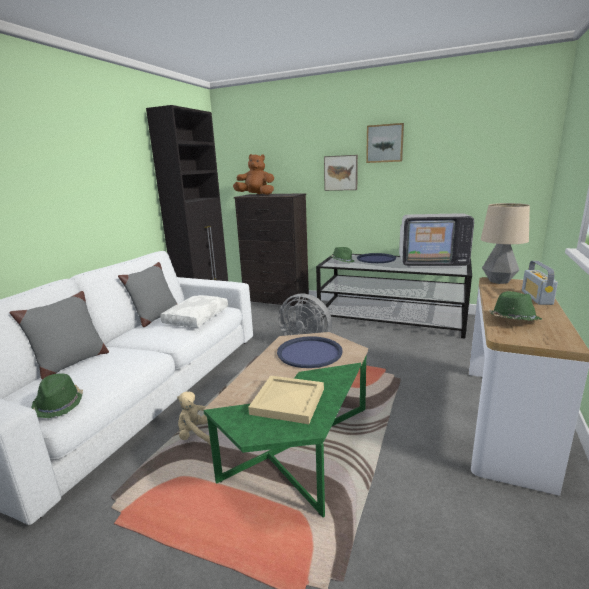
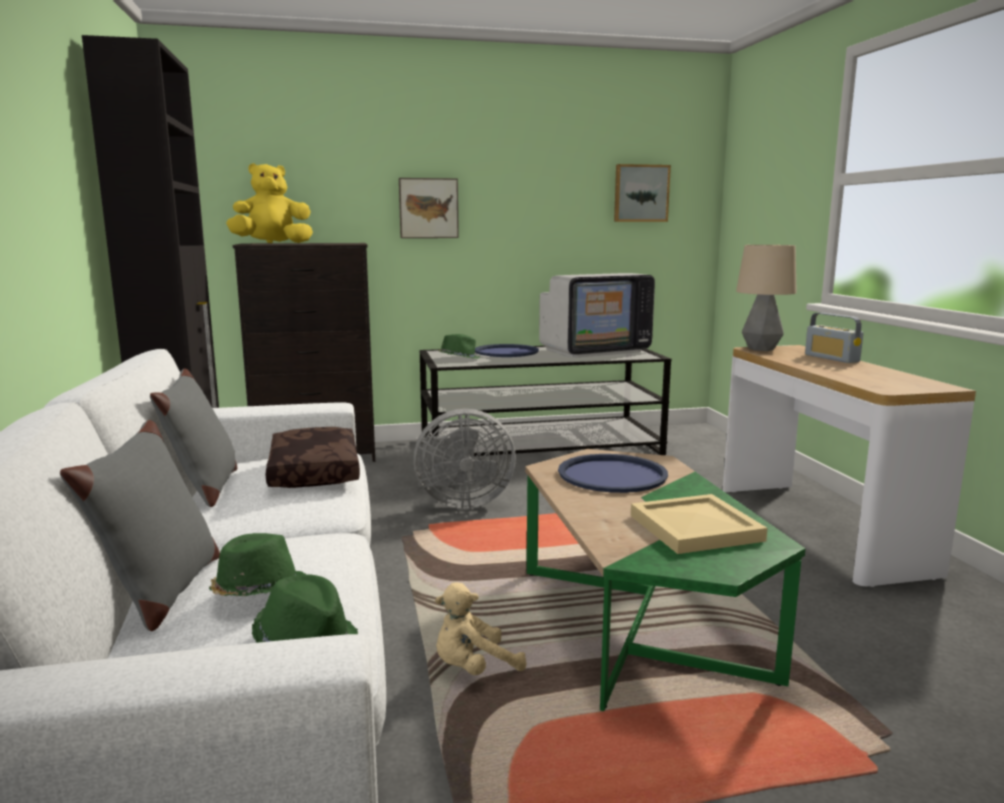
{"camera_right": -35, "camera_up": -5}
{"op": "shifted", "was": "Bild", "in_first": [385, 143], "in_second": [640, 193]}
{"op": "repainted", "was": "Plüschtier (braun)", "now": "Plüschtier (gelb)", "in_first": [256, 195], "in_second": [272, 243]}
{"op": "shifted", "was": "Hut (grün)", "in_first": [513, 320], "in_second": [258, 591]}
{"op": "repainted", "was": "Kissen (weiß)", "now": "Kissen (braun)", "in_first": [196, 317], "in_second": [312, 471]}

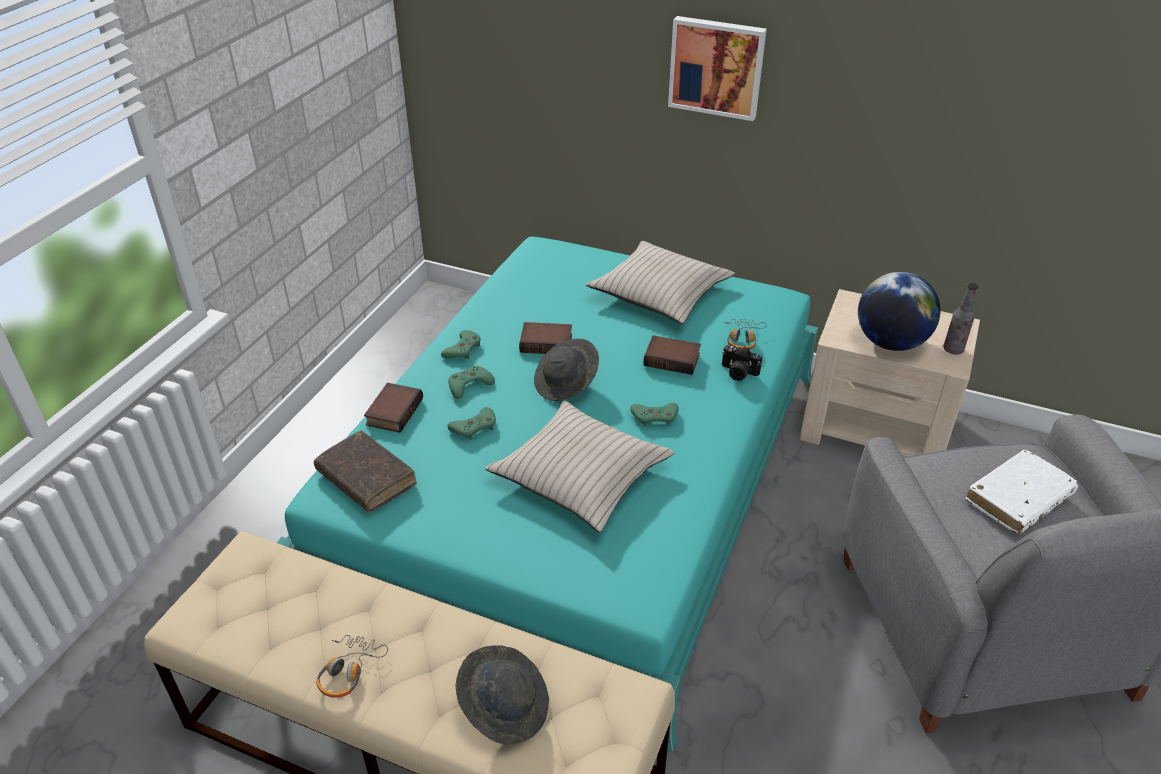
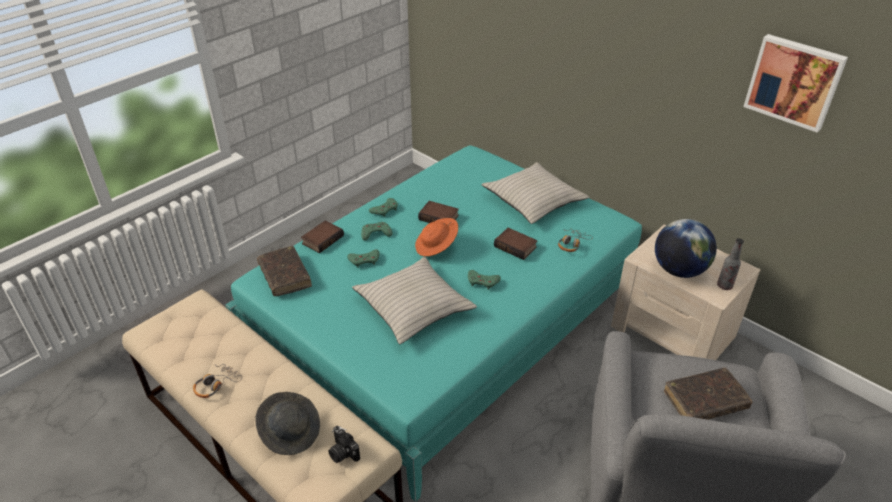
{"camera_right": 20, "camera_up": 0}
{"op": "shifted", "was": "Bild", "in_first": [717, 67], "in_second": [794, 81]}
{"op": "repainted", "was": "Hut (grau)", "now": "Hut (orange)", "in_first": [566, 384], "in_second": [436, 246]}
{"op": "shifted", "was": "Kamera", "in_first": [738, 373], "in_second": [342, 453]}
{"op": "repainted", "was": "Buch (weiß)", "now": "Buch (braun)", "in_first": [1018, 499], "in_second": [705, 401]}

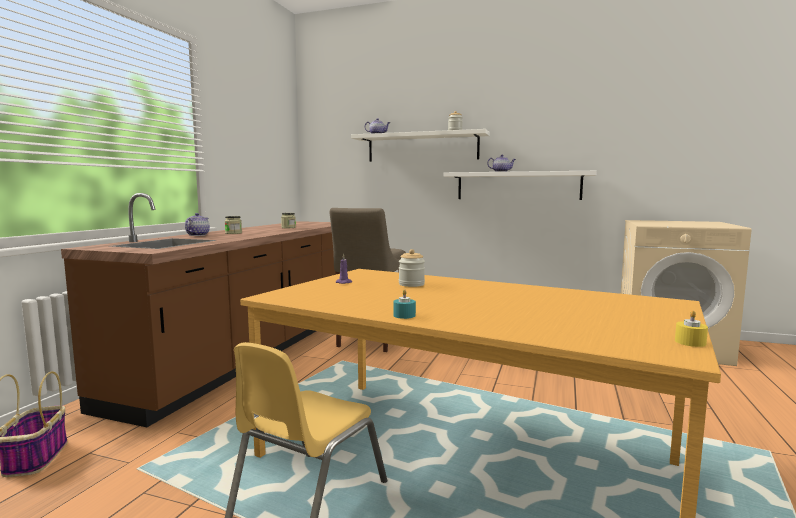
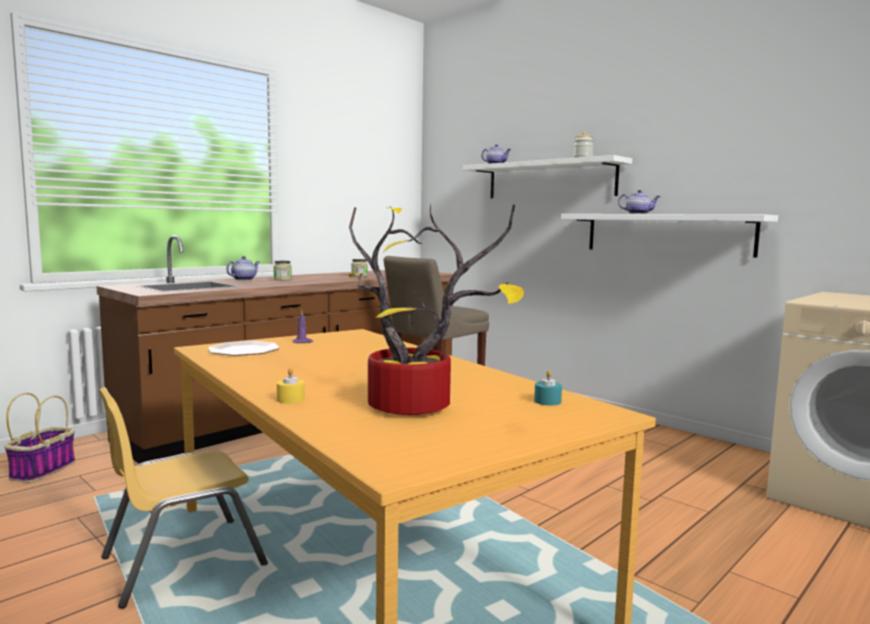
{"camera_right": 25, "camera_up": 0}
{"op": "gone", "was": "Vorratsglas", "in_first": [411, 284]}
{"op": "shifted", "was": "Kerze (türkis)", "in_first": [404, 315], "in_second": [547, 401]}
{"op": "shifted", "was": "Kerze (gelb)", "in_first": [690, 342], "in_second": [290, 399]}
{"op": "new", "now": "Topfpflanze", "in_second": [417, 406]}
{"op": "new", "now": "Teller", "in_second": [245, 350]}

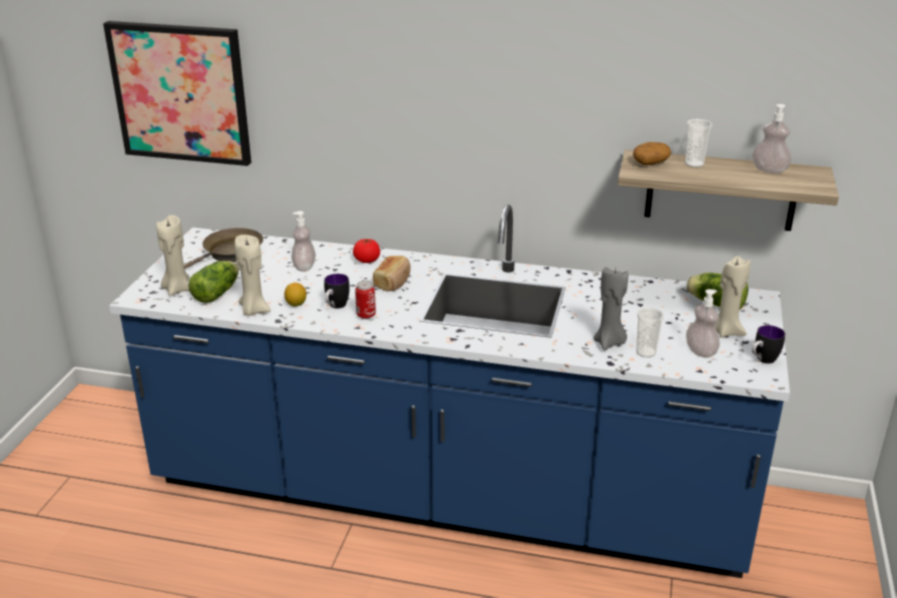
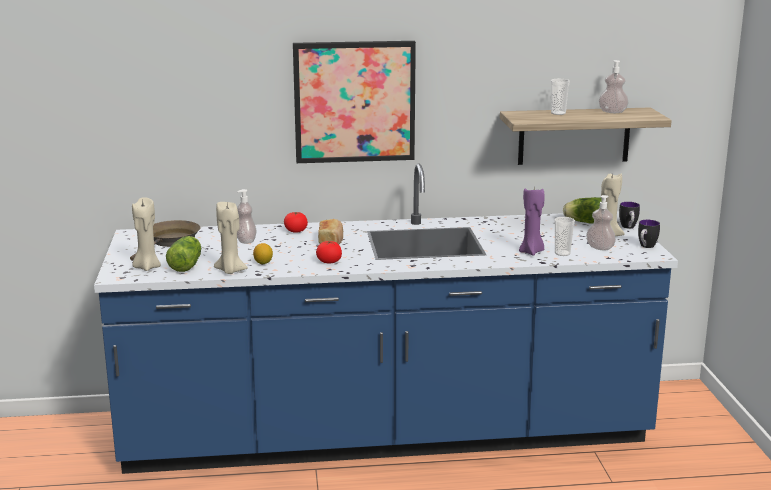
{"camera_right": -20, "camera_up": -10}
{"op": "shifted", "was": "Bild", "in_first": [181, 93], "in_second": [354, 101]}
{"op": "gone", "was": "Kartoffel", "in_first": [650, 163]}
{"op": "repainted", "was": "Kerze (grau)", "now": "Kerze (lila)", "in_first": [609, 343], "in_second": [532, 252]}
{"op": "shifted", "was": "Henkelbecher", "in_first": [335, 307], "in_second": [628, 227]}
{"op": "swapped", "was": "Dose", "now": "Tomate", "in_first": [366, 315], "in_second": [329, 261]}

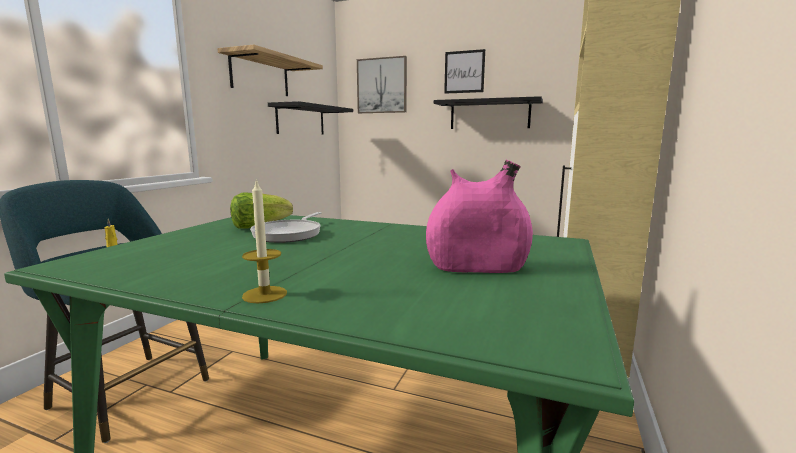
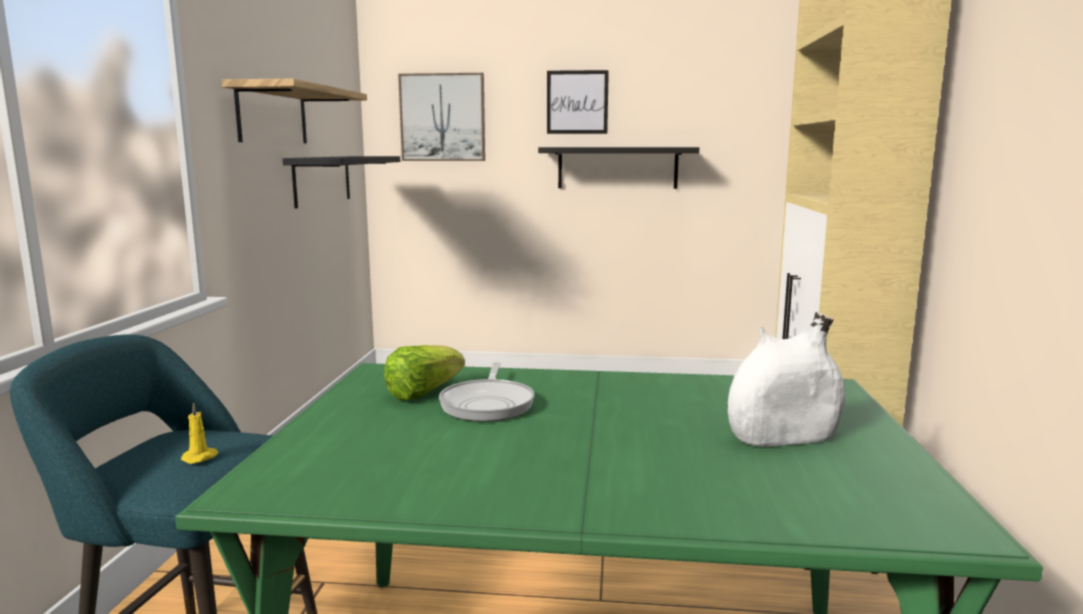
{"camera_right": -15, "camera_up": 0}
{"op": "repainted", "was": "Vase (rosa)", "now": "Vase (weiß)", "in_first": [477, 268], "in_second": [783, 437]}
{"op": "gone", "was": "Kerze", "in_first": [265, 294]}

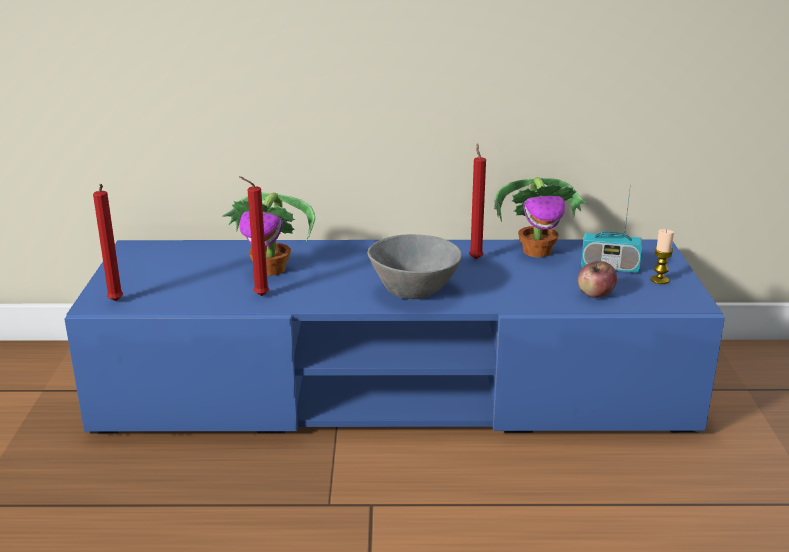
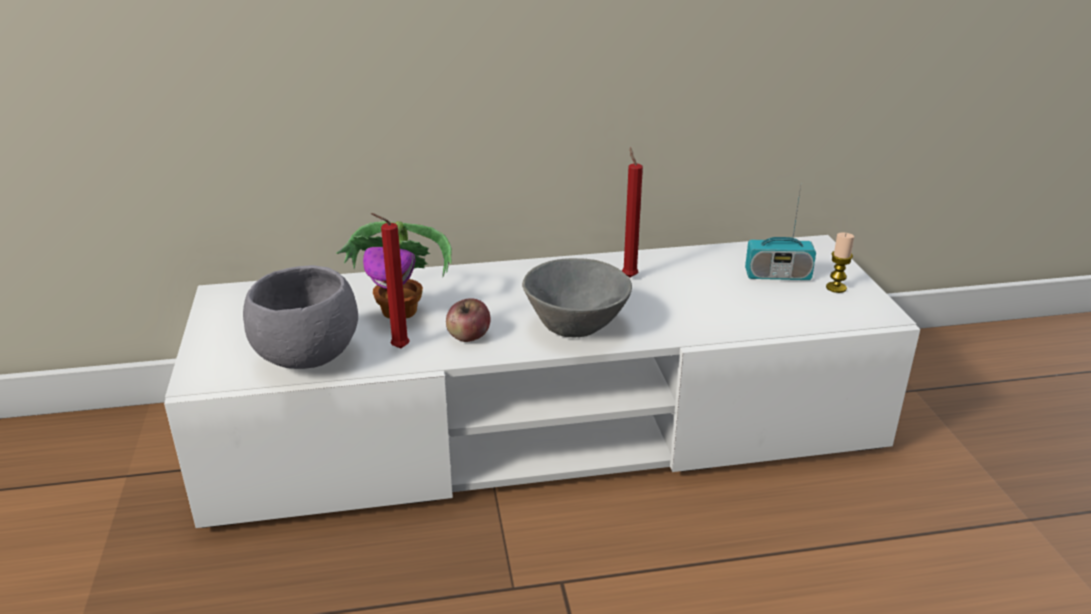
{"camera_right": -10, "camera_up": 5}
{"op": "gone", "was": "Topfpflanze", "in_first": [538, 251]}
{"op": "gone", "was": "Kerze (rot)", "in_first": [116, 302]}
{"op": "repainted", "was": "Fernsehschrank (blau)", "now": "Fernsehschrank (weiß)", "in_first": [394, 388], "in_second": [545, 429]}
{"op": "shifted", "was": "Apfel", "in_first": [595, 294], "in_second": [468, 337]}
{"op": "new", "now": "Schüssel (grau)", "in_second": [307, 357]}

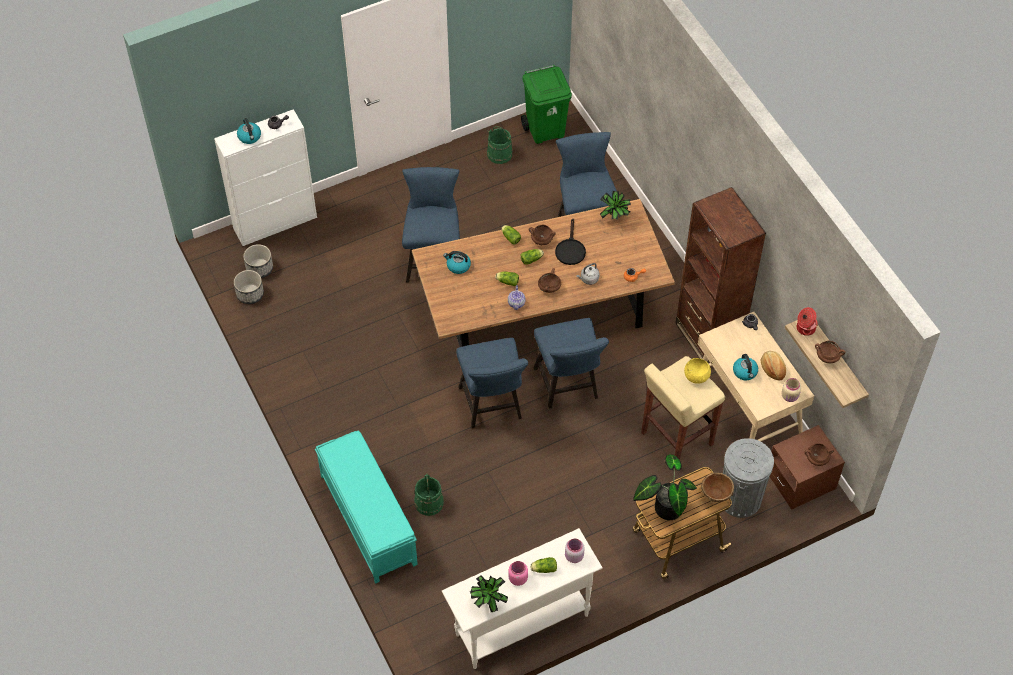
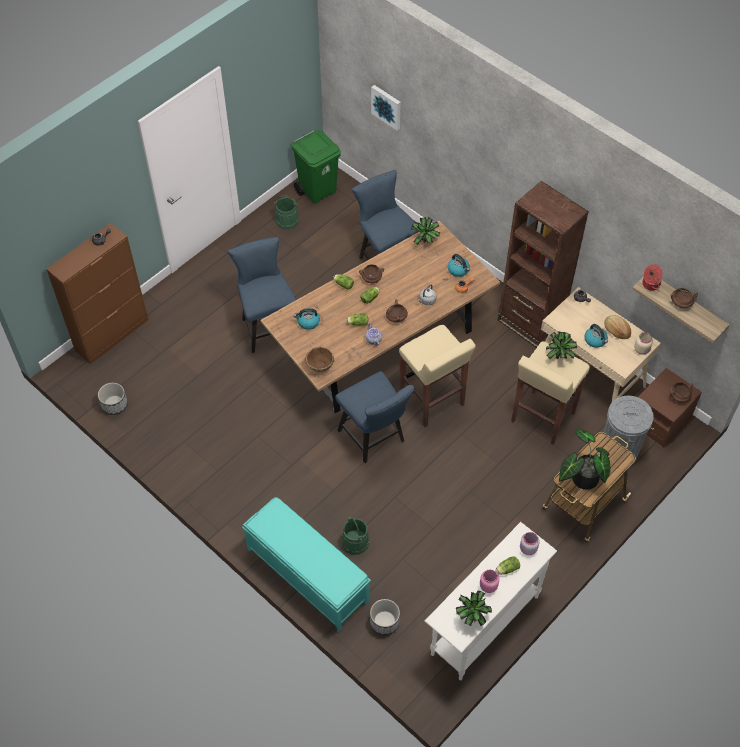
{"camera_right": -20, "camera_up": 0}
{"op": "repainted", "was": "Schrank (weiß)", "now": "Schrank (braun)", "in_first": [275, 222], "in_second": [112, 335]}
{"op": "shifted", "was": "Wasserkessel", "in_first": [250, 137], "in_second": [458, 270]}
{"op": "gone", "was": "Pfanne (schwarz)", "in_first": [570, 249]}
{"op": "shifted", "was": "Pflanzkübel", "in_first": [259, 268], "in_second": [384, 622]}
{"op": "swapped", "was": "Stuhl (blau)", "now": "Hocker (beige)", "in_first": [568, 387], "in_second": [432, 401]}
{"op": "swapped", "was": "Schüssel (gelb)", "now": "Topfpflanze", "in_first": [696, 376], "in_second": [559, 356]}
{"op": "shifted", "was": "Schüssel (braun)", "in_first": [716, 495], "in_second": [320, 367]}
{"op": "new", "now": "Bild", "in_second": [387, 106]}

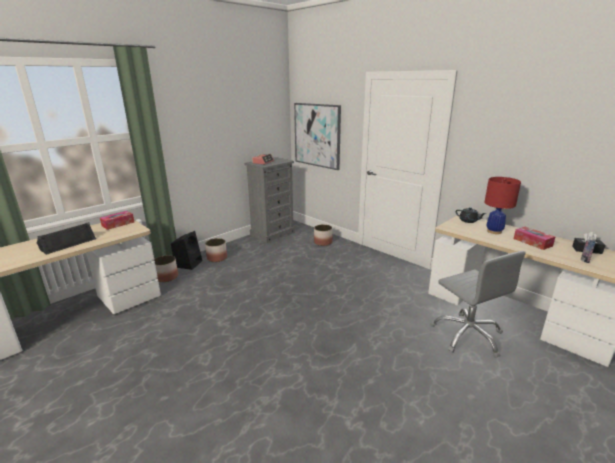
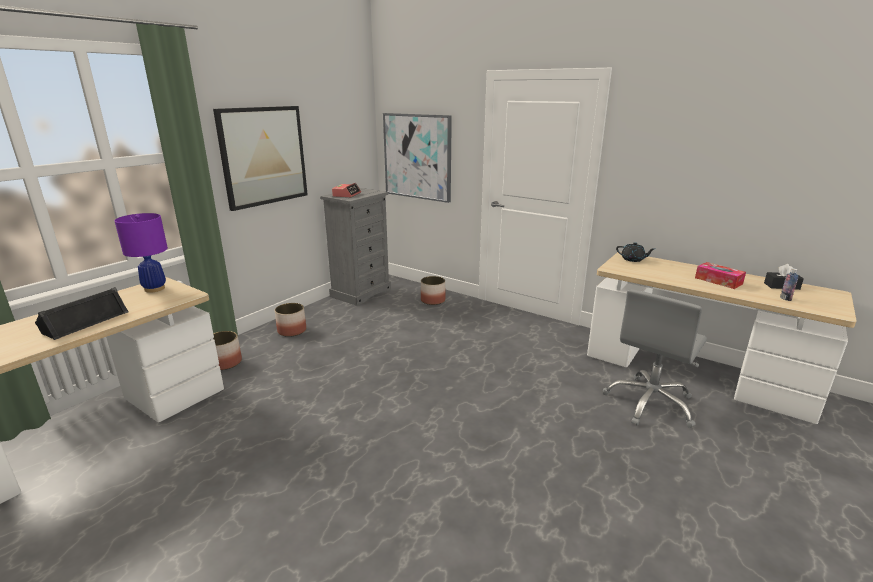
{"camera_right": -10, "camera_up": 0}
{"op": "gone", "was": "Tischlampe (rot)", "in_first": [494, 231]}
{"op": "swapped", "was": "Taschentuchbox", "now": "Tischlampe (lila)", "in_first": [118, 224], "in_second": [154, 288]}
{"op": "gone", "was": "Lautsprecher (schwarz)", "in_first": [189, 263]}
{"op": "rotated", "was": "Bürostuhl (grau)", "in_first": [467, 335], "in_second": [650, 403], "clockwise": 75}
{"op": "new", "now": "Bild", "in_second": [263, 156]}

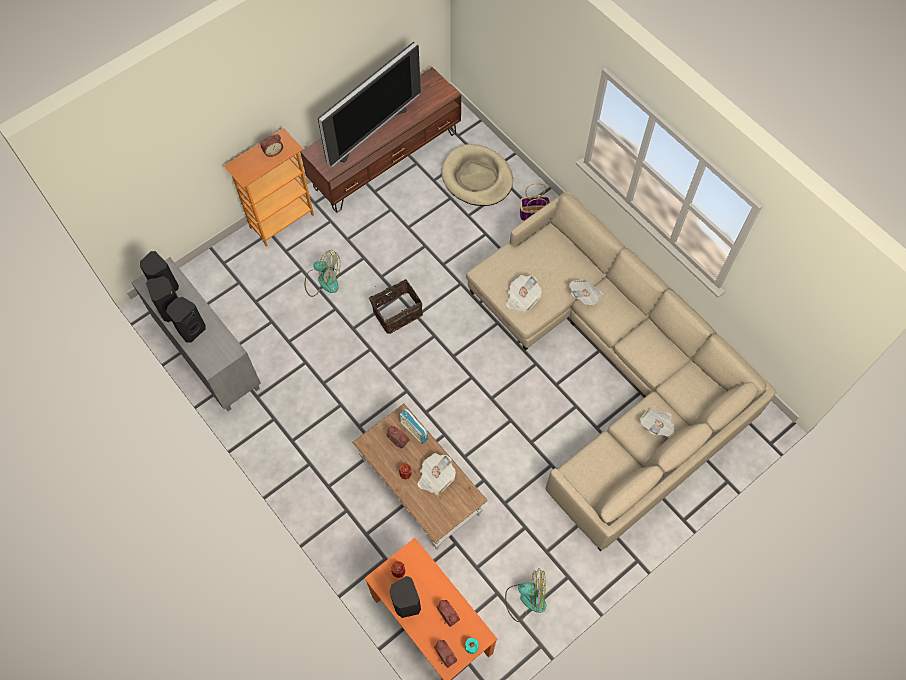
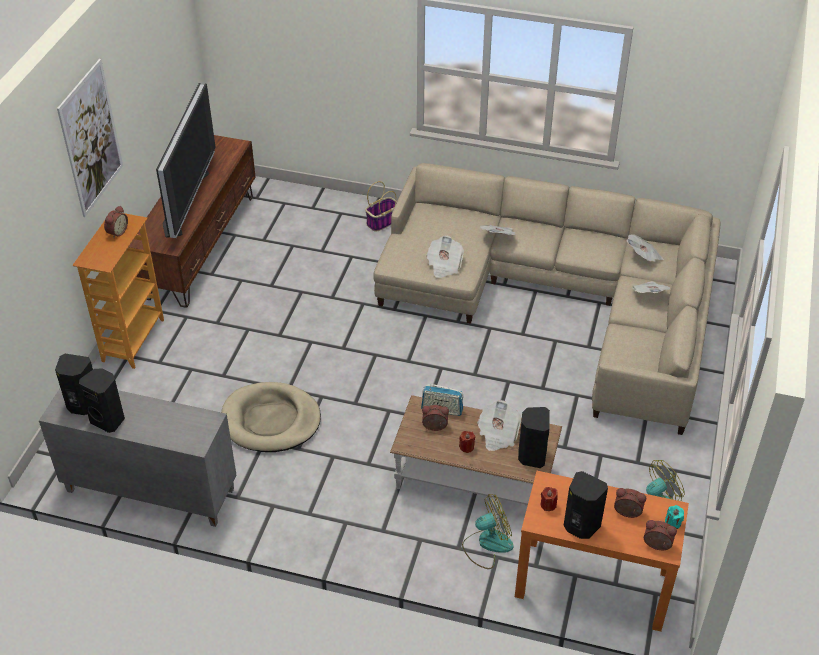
{"camera_right": -35, "camera_up": -20}
{"op": "shifted", "was": "Hundebett (beige)", "in_first": [477, 178], "in_second": [271, 420]}
{"op": "shifted", "was": "Ventilator", "in_first": [323, 280], "in_second": [487, 544]}
{"op": "gone", "was": "Korb", "in_first": [396, 312]}
{"op": "shifted", "was": "Lautsprecher (schwarz)", "in_first": [191, 330], "in_second": [531, 456]}
{"op": "new", "now": "Bild", "in_second": [91, 138]}
{"op": "new", "now": "Zeitung", "in_second": [643, 257]}

